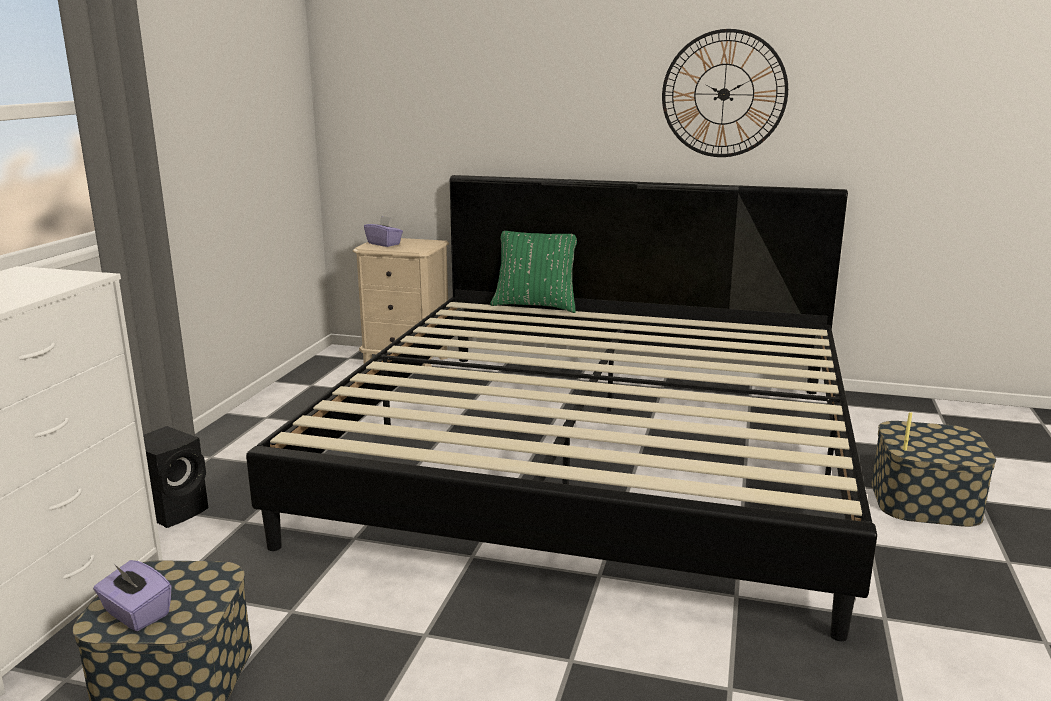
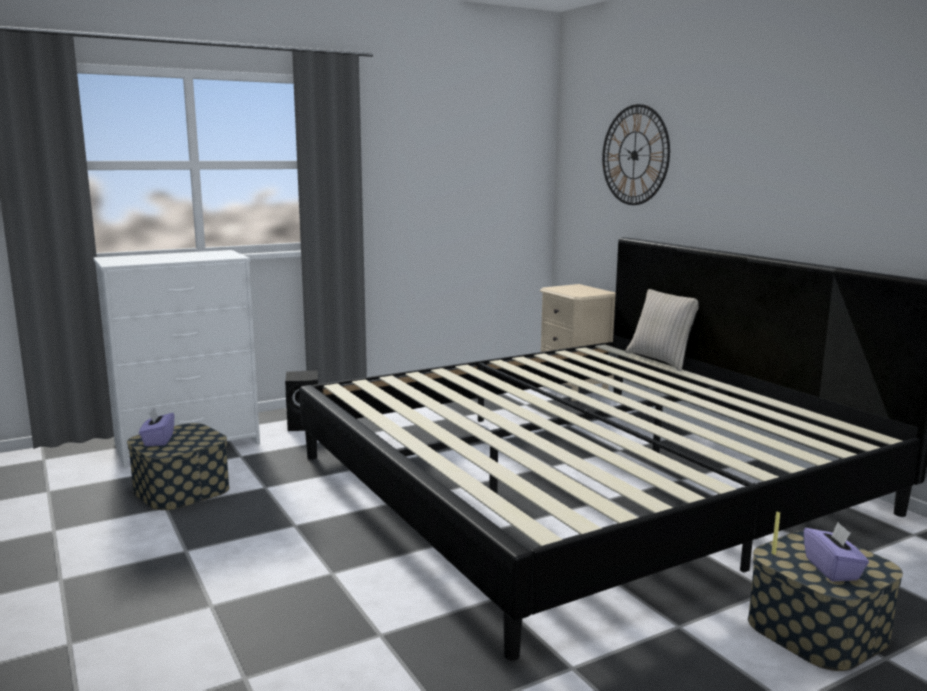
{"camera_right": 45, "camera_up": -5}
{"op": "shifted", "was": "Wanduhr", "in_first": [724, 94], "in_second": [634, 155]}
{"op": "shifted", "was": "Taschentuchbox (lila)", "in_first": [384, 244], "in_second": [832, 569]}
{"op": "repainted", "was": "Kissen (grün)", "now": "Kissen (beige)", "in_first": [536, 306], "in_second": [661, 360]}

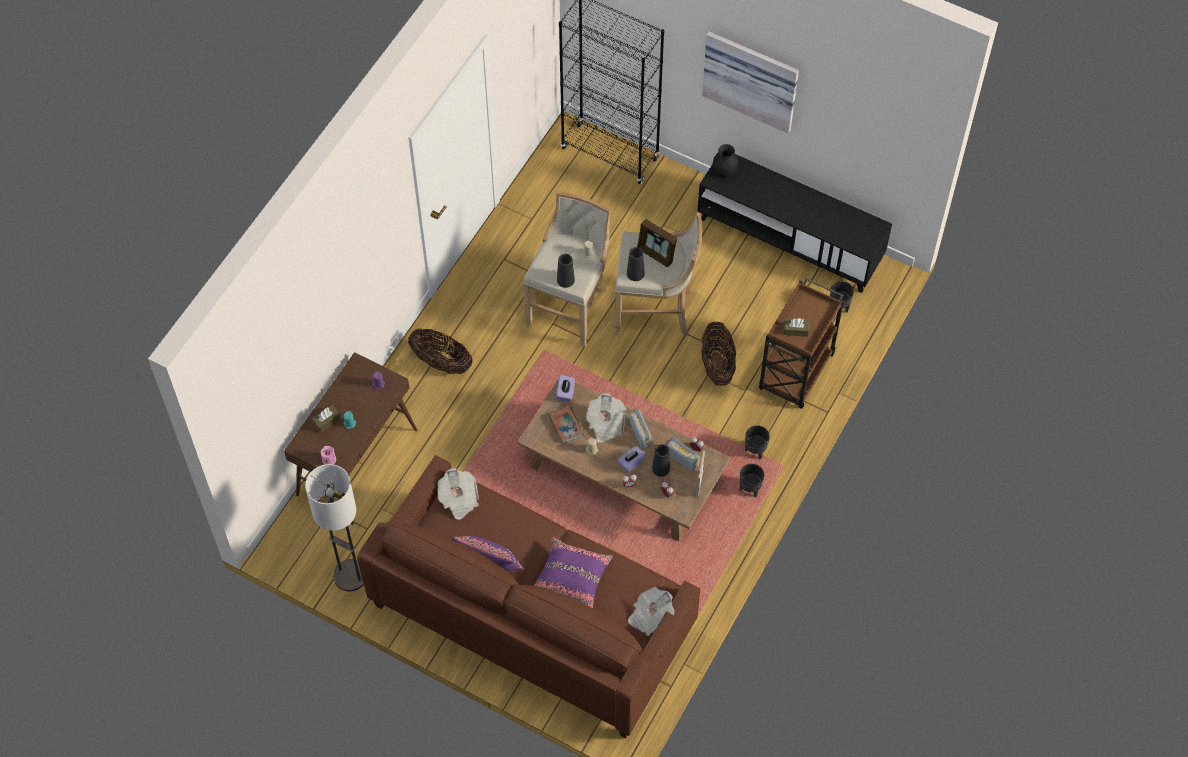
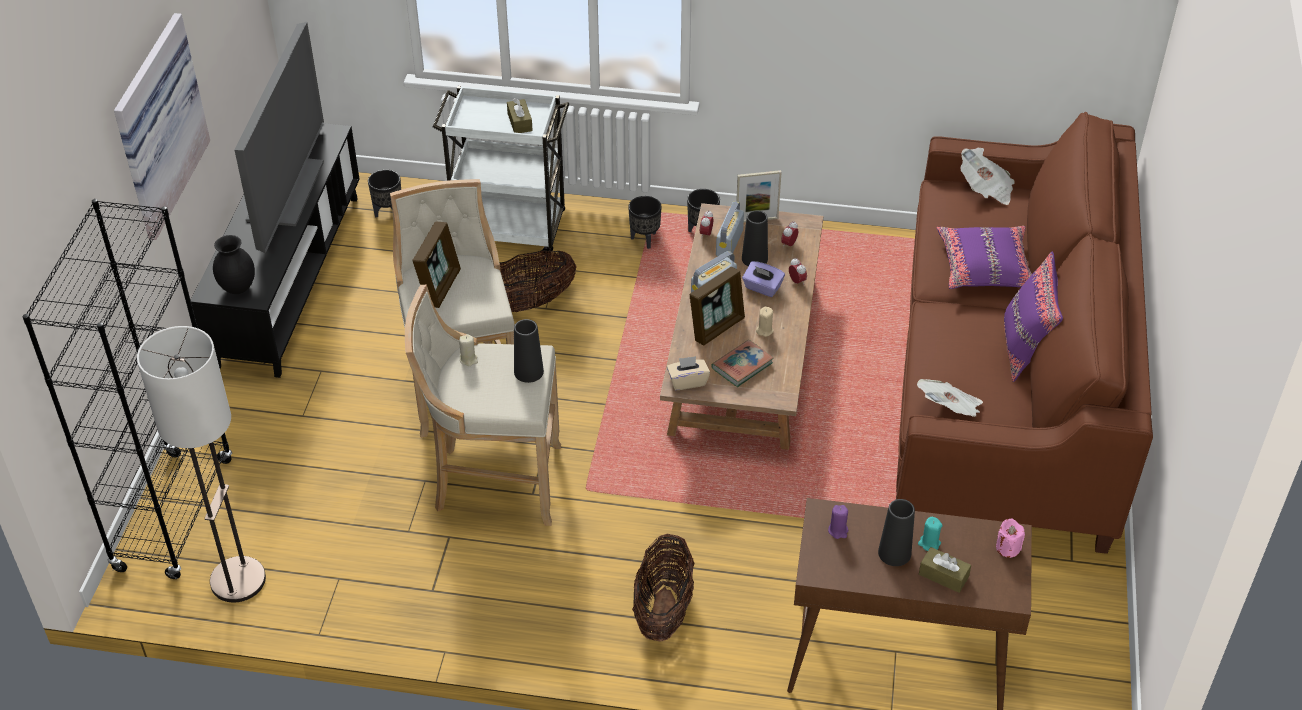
{"camera_right": -110, "camera_up": -15}
{"op": "shifted", "was": "Vase (schwarz)", "in_first": [635, 273], "in_second": [894, 553]}
{"op": "repainted", "was": "Rollwagen (braun)", "now": "Rollwagen (weiß)", "in_first": [795, 373], "in_second": [510, 229]}
{"op": "repainted", "was": "Taschentuchbox (lila)", "now": "Taschentuchbox (beige)", "in_first": [565, 392], "in_second": [687, 381]}
{"op": "swapped", "was": "Zeitung", "now": "Bilderrahmen", "in_first": [605, 424], "in_second": [717, 327]}
{"op": "shifted", "was": "Stehlampe", "in_first": [350, 576], "in_second": [238, 581]}
{"op": "new", "now": "Fernseher", "in_second": [286, 190]}

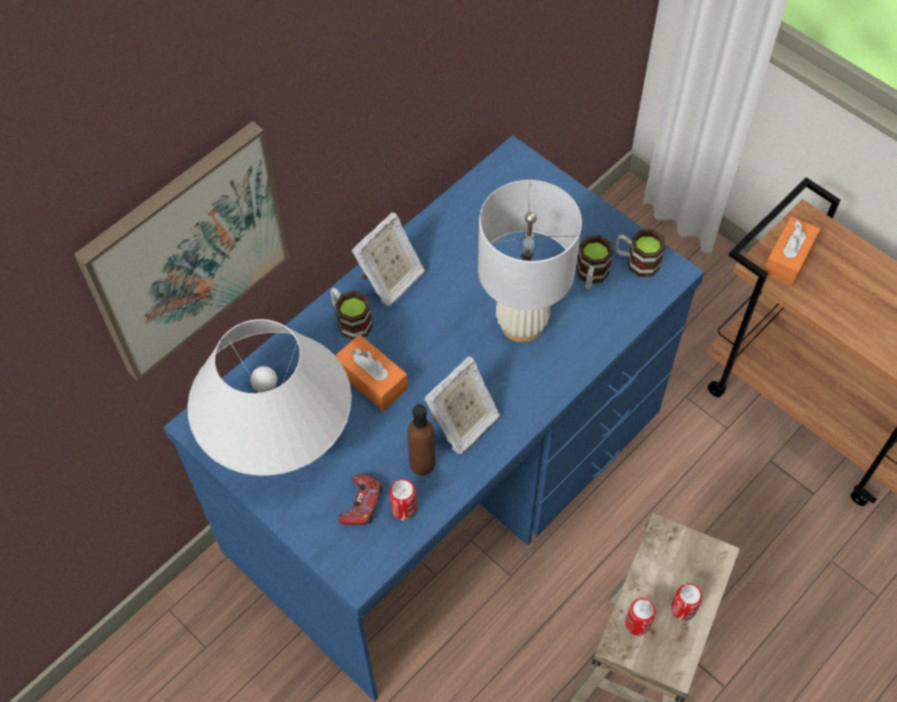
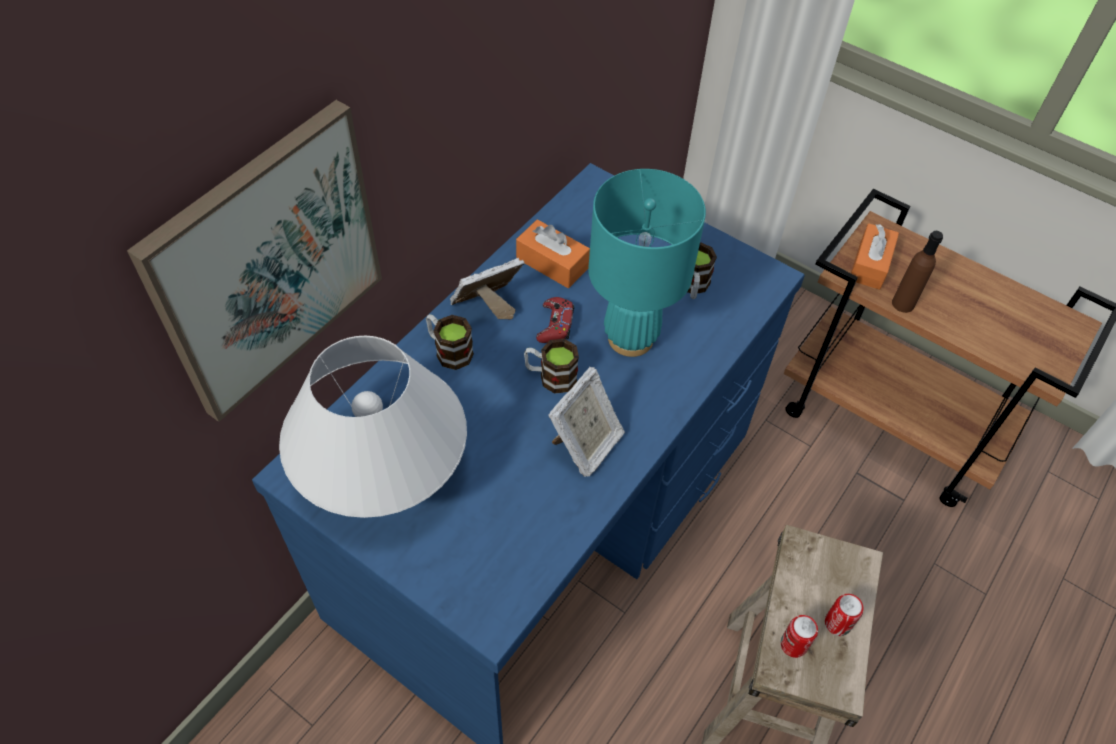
{"camera_right": -10, "camera_up": -5}
{"op": "repainted", "was": "Tischlampe (weiß)", "now": "Tischlampe (türkis)", "in_first": [522, 323], "in_second": [631, 338]}
{"op": "rotated", "was": "Bilderrahmen", "in_first": [391, 281], "in_second": [487, 307], "clockwise": -150}
{"op": "shifted", "was": "Henkelbecher", "in_first": [636, 261], "in_second": [550, 376]}
{"op": "shifted", "was": "Taschentuchbox (orange)", "in_first": [372, 379], "in_second": [552, 263]}
{"op": "shifted", "was": "Flasche (braun)", "in_first": [422, 463], "in_second": [903, 304]}
{"op": "shifted", "was": "Gamepad (rot)", "in_first": [361, 504], "in_second": [555, 325]}
{"op": "gone", "was": "Dose", "in_first": [404, 509]}

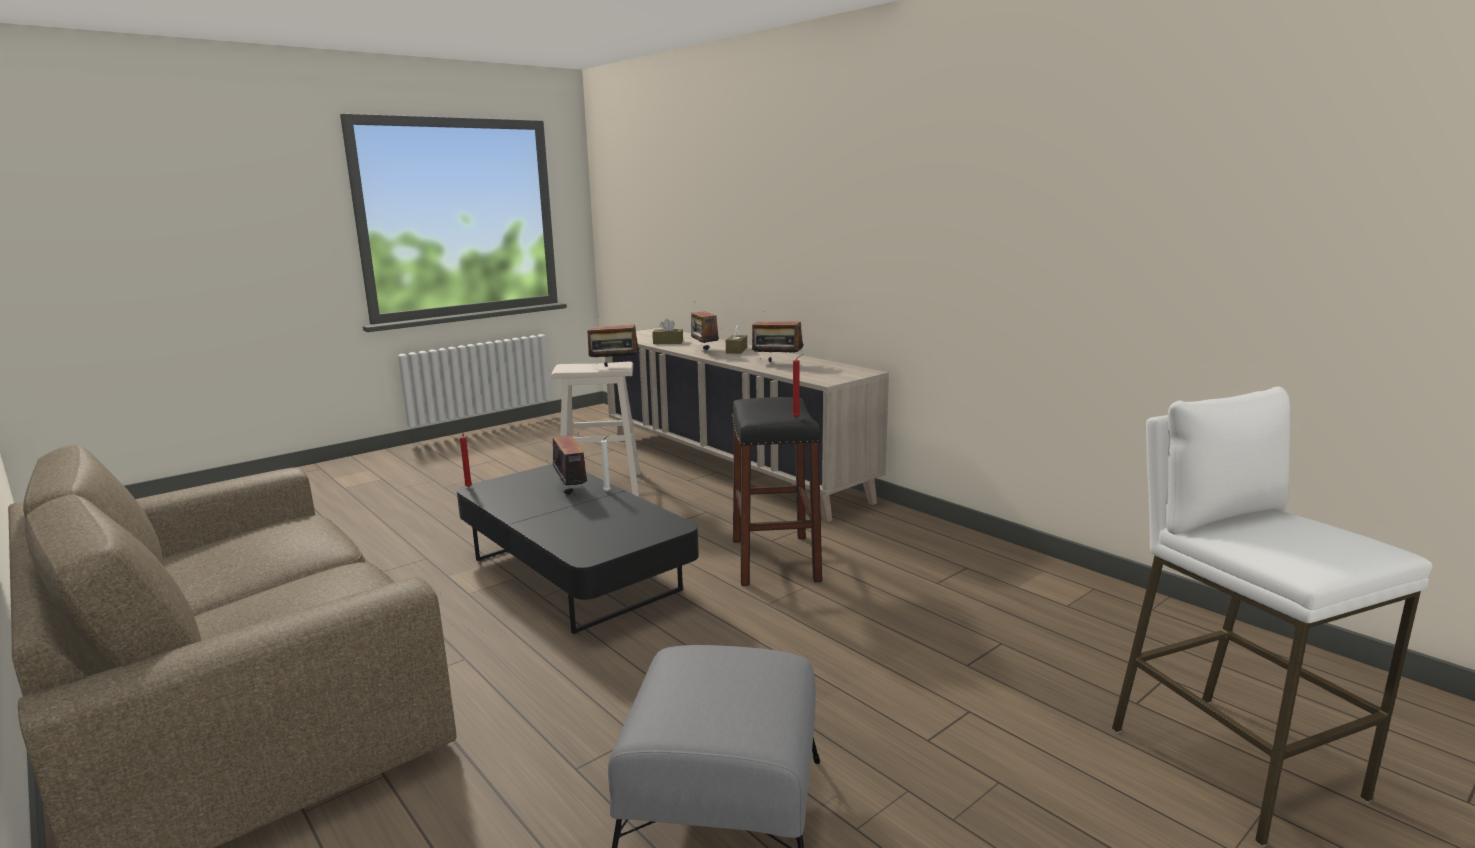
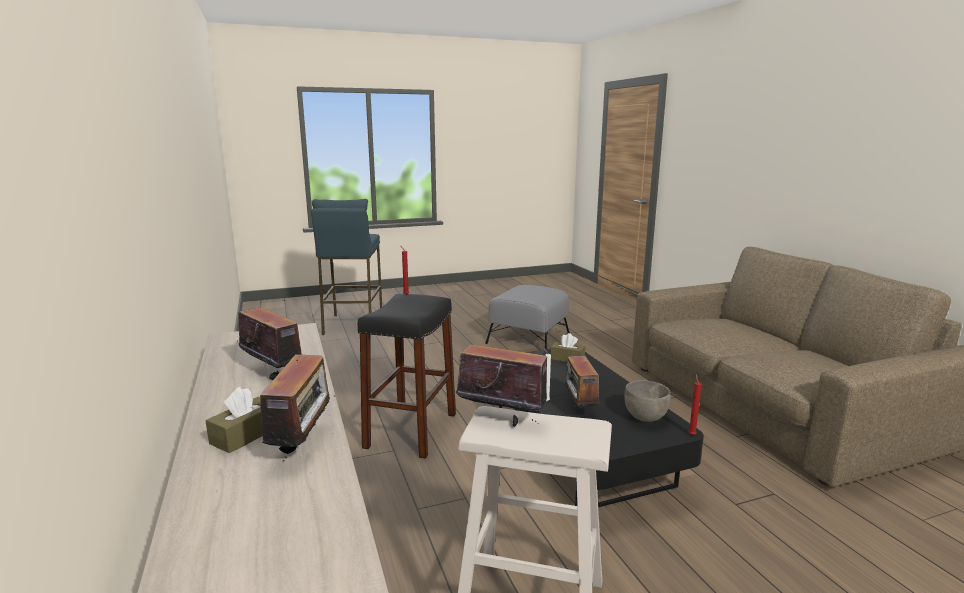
{"camera_right": -160, "camera_up": 0}
{"op": "shifted", "was": "Taschentuchbox (braun)", "in_first": [668, 342], "in_second": [567, 358]}
{"op": "repainted", "was": "Hocker (weiß)", "now": "Hocker (blau)", "in_first": [1231, 761], "in_second": [352, 324]}
{"op": "new", "now": "Schüssel (grau)", "in_second": [645, 417]}

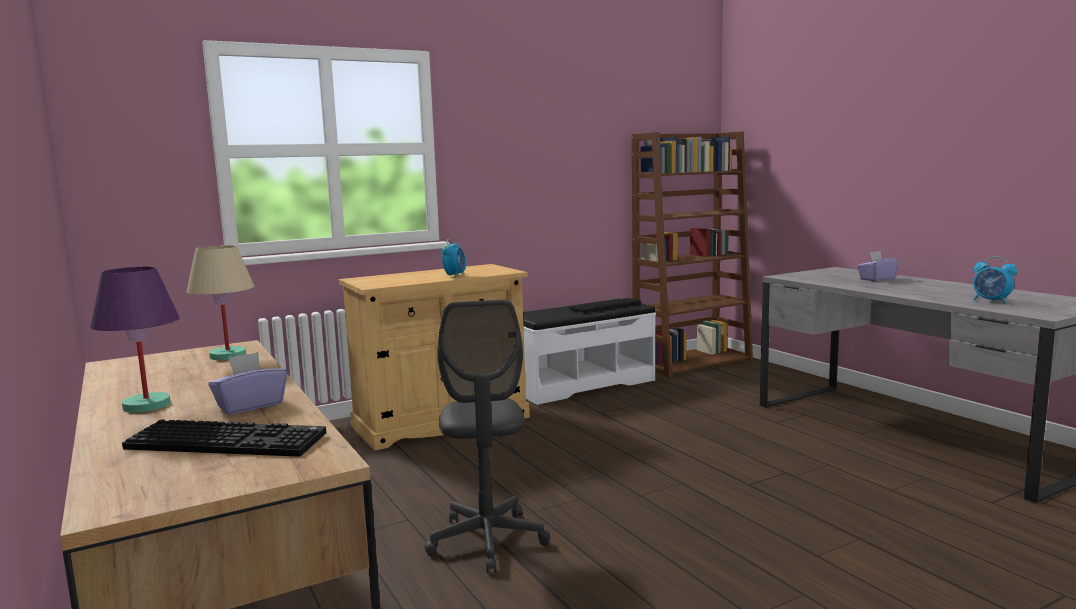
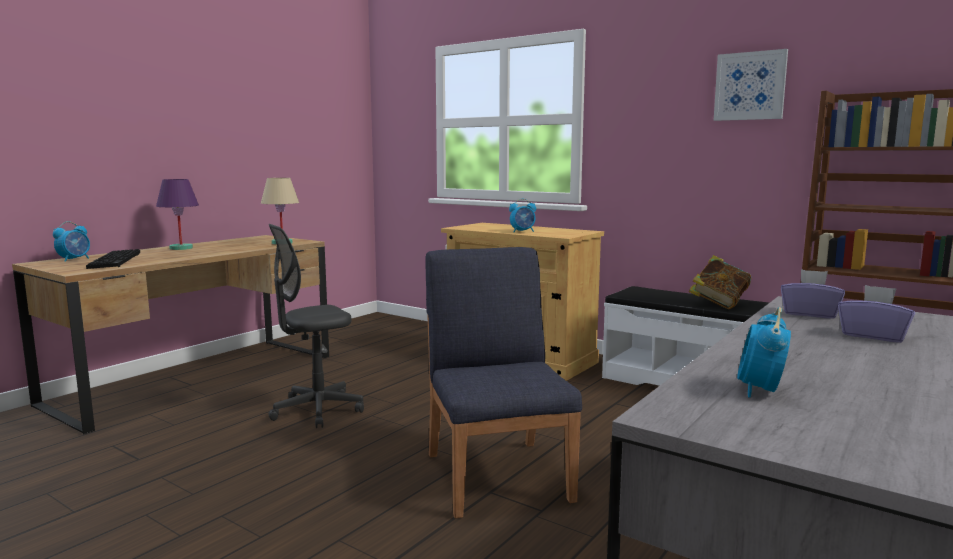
{"camera_right": 65, "camera_up": 0}
{"op": "swapped", "was": "Tastatur", "now": "Buch", "in_first": [606, 307], "in_second": [719, 304]}
{"op": "shifted", "was": "Taschentuchbox (lila)", "in_first": [250, 406], "in_second": [809, 314]}
{"op": "new", "now": "Bild", "in_second": [750, 86]}
{"op": "new", "now": "Wecker", "in_second": [74, 259]}
{"op": "new", "now": "Stuhl (blau)", "in_second": [498, 475]}

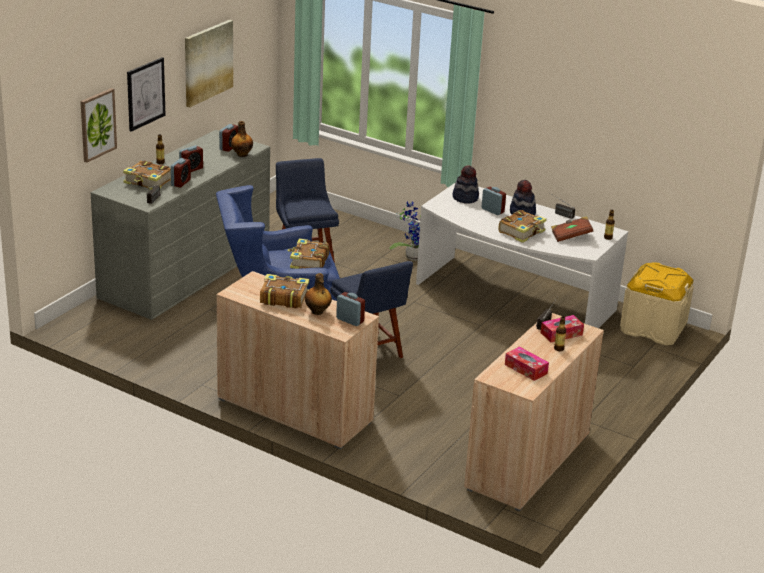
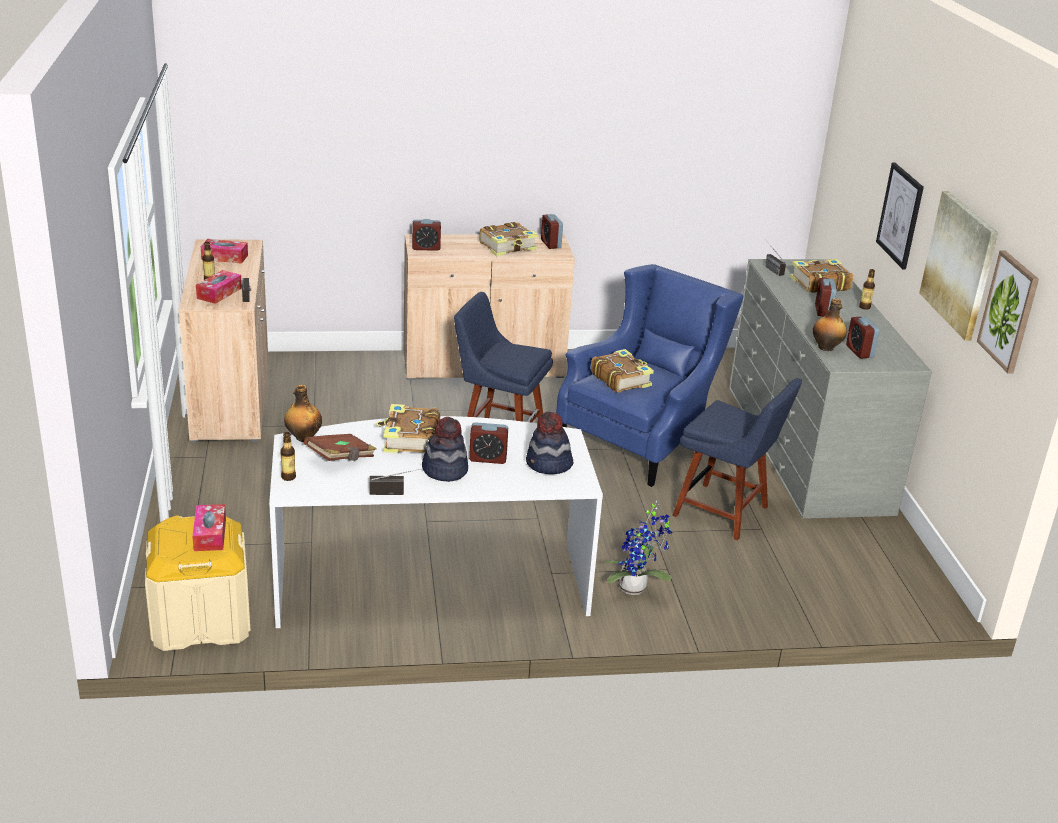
{"camera_right": 140, "camera_up": 0}
{"op": "shifted", "was": "Bild", "in_first": [97, 124], "in_second": [1009, 311]}
{"op": "shifted", "was": "Wecker", "in_first": [181, 183], "in_second": [550, 244]}
{"op": "shifted", "was": "Flasche", "in_first": [317, 312], "in_second": [303, 438]}
{"op": "new", "now": "Taschentuchbox", "in_second": [210, 535]}

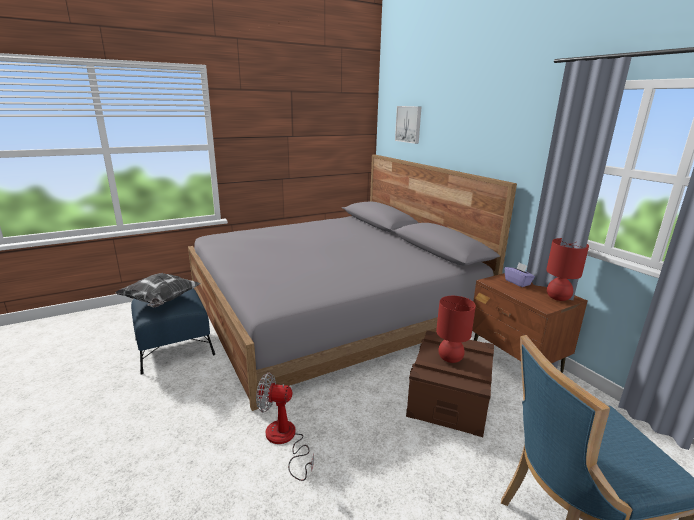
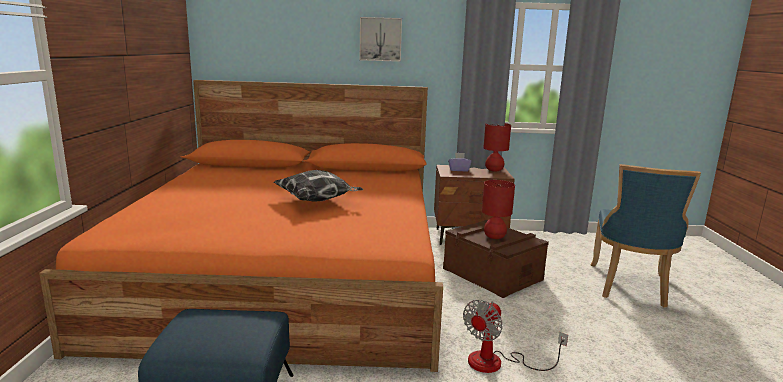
{"camera_right": -60, "camera_up": -5}
{"op": "shifted", "was": "Bild", "in_first": [409, 124], "in_second": [380, 39]}
{"op": "repainted", "was": "Bett (grau)", "now": "Bett (orange)", "in_first": [332, 308], "in_second": [289, 274]}
{"op": "shifted", "was": "Kissen", "in_first": [161, 301], "in_second": [318, 201]}

